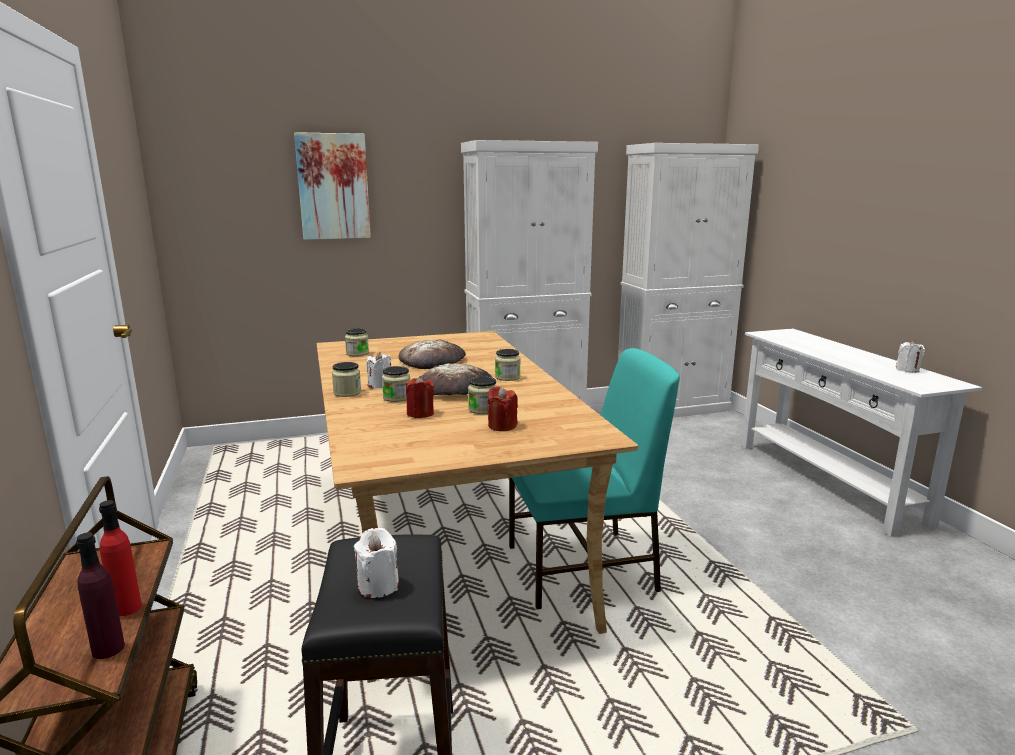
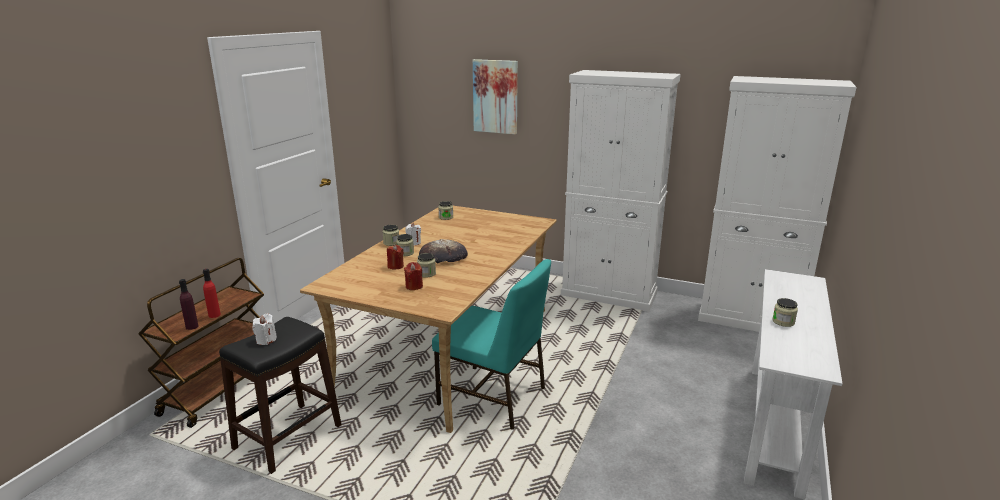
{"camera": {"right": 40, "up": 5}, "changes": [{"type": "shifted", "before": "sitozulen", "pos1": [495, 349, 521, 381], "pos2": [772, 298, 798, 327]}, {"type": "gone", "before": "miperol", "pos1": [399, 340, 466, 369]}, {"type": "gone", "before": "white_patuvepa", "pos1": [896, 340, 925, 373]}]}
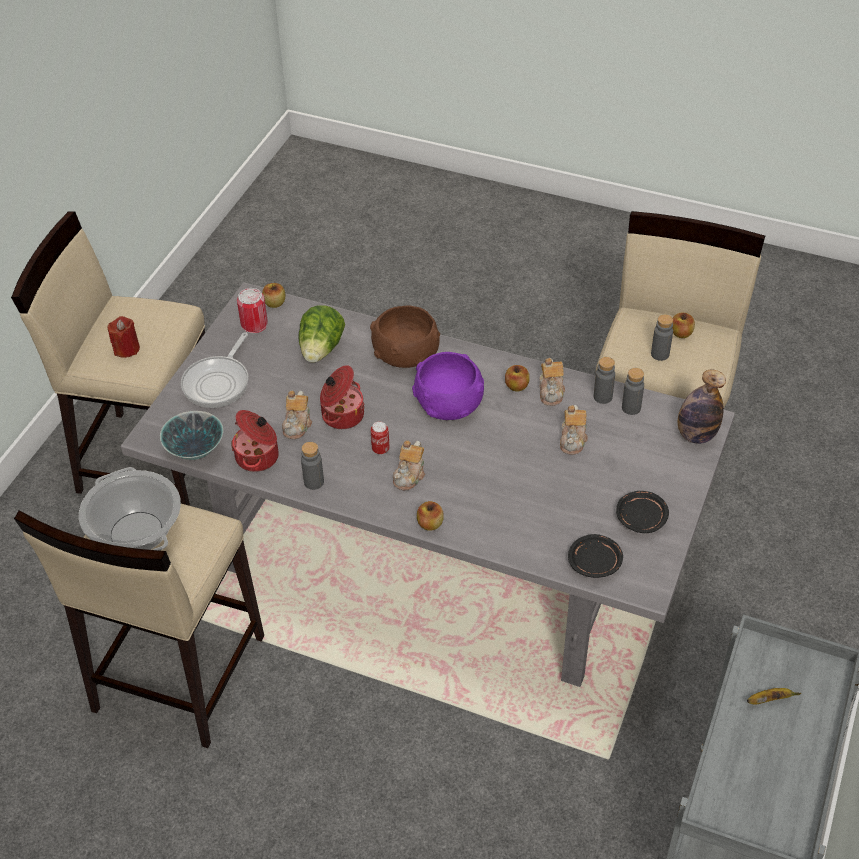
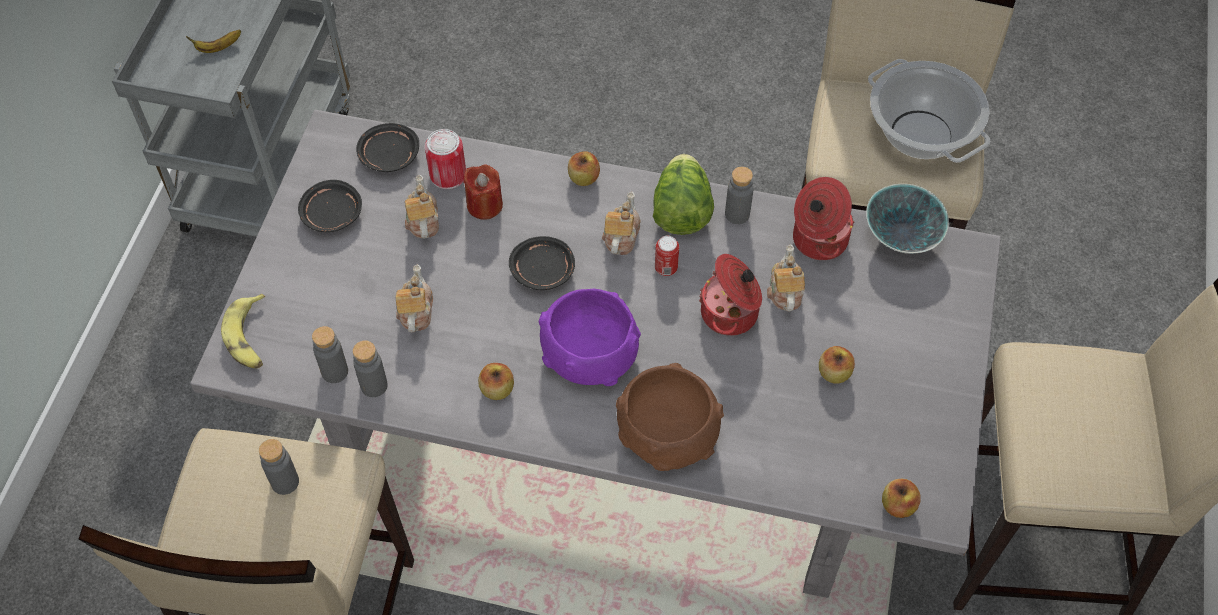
{"camera": {"right": 170, "up": 10}, "changes": [{"type": "swapped", "before": "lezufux", "after": "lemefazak", "pos1": [678, 370, 726, 444], "pos2": [221, 294, 265, 368]}, {"type": "shifted", "before": "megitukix", "pos1": [540, 358, 565, 406], "pos2": [405, 174, 439, 238]}, {"type": "shifted", "before": "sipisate", "pos1": [237, 288, 268, 333], "pos2": [425, 129, 466, 189]}, {"type": "shifted", "before": "red_patuvepa", "pos1": [108, 316, 140, 358], "pos2": [464, 165, 503, 220]}, {"type": "new", "after": "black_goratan", "pos2": [509, 236, 575, 290]}, {"type": "shifted", "before": "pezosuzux", "pos1": [298, 305, 345, 363], "pos2": [653, 154, 714, 235]}, {"type": "shifted", "before": "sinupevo", "pos1": [672, 313, 695, 338], "pos2": [819, 346, 855, 384]}, {"type": "gone", "before": "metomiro", "pos1": [181, 332, 249, 408]}]}
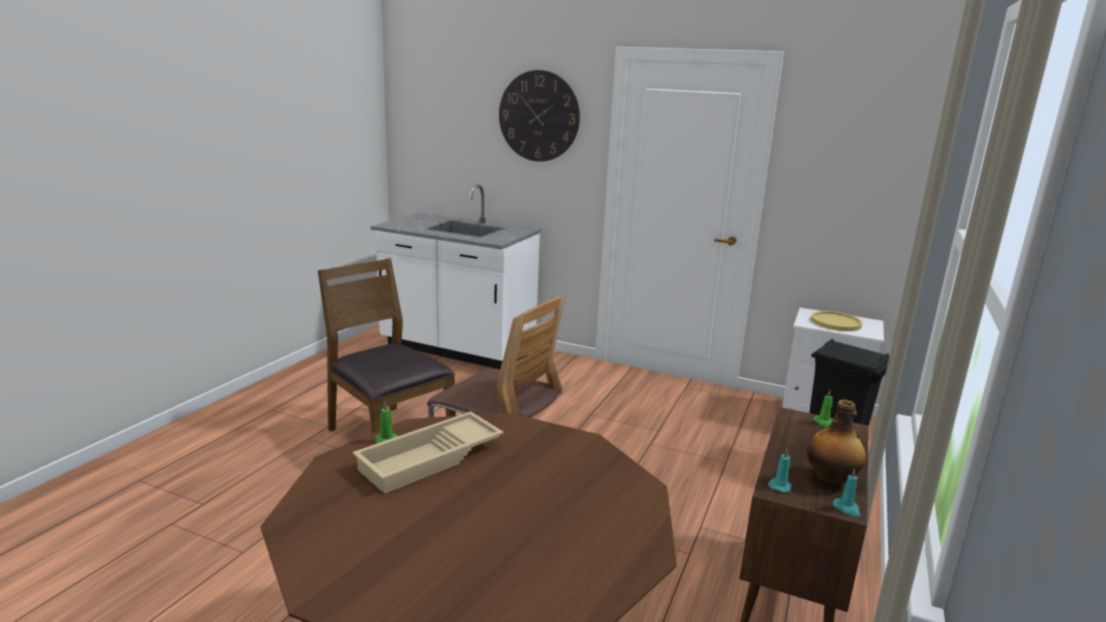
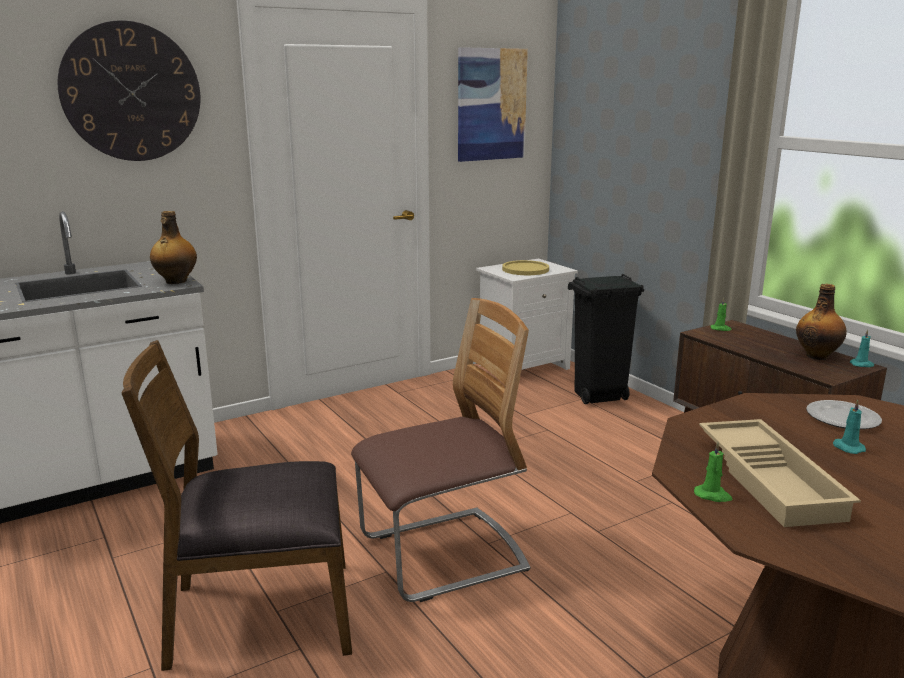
{"camera": {"right": -55, "up": 0}, "changes": [{"type": "new", "after": "lezufux", "pos2": [150, 211, 197, 284]}, {"type": "new", "after": "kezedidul", "pos2": [458, 47, 528, 162]}, {"type": "new", "after": "goratan", "pos2": [806, 400, 882, 429]}, {"type": "shifted", "before": "turquoise_patuvepa", "pos1": [768, 449, 792, 493], "pos2": [833, 400, 866, 454]}]}
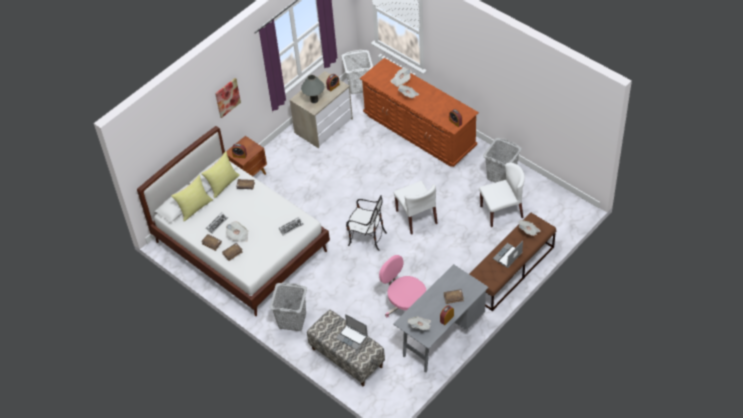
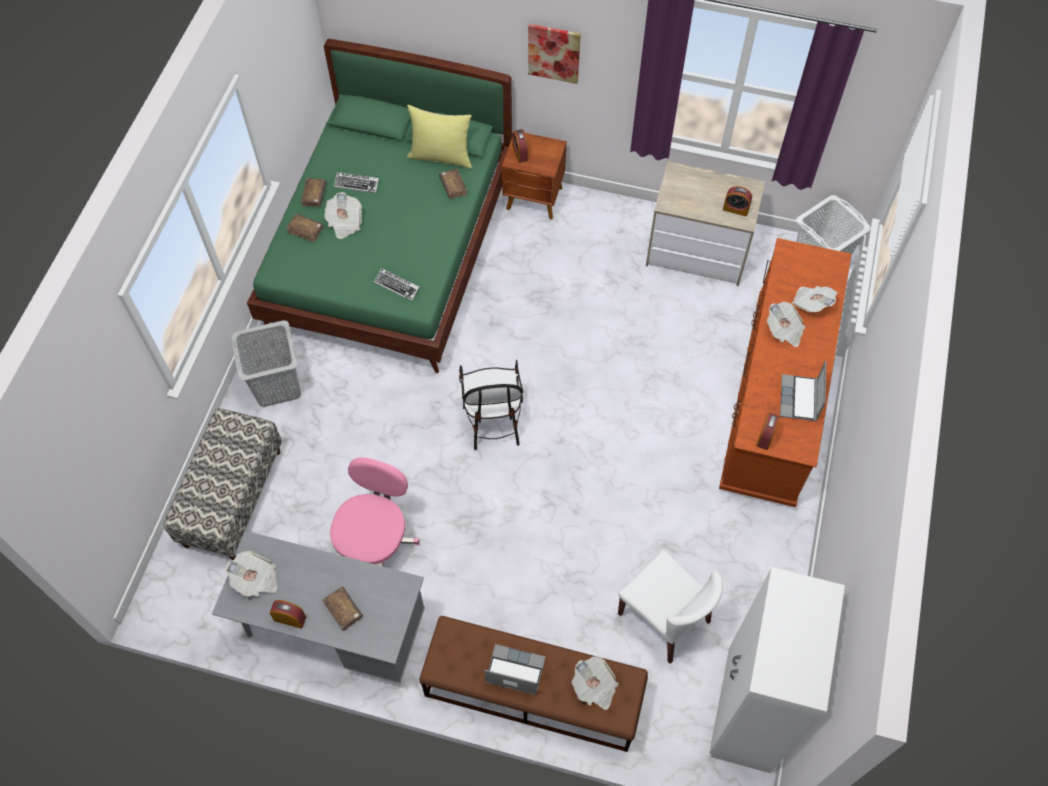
{"camera": {"right": 60, "up": 10}, "changes": [{"type": "repainted", "before": "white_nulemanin", "after": "green_nulemanin", "pos1": [137, 126, 330, 316], "pos2": [247, 39, 512, 373]}, {"type": "new", "after": "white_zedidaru", "pos2": [709, 567, 845, 773]}, {"type": "shifted", "before": "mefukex", "pos1": [336, 314, 368, 350], "pos2": [780, 360, 826, 421]}, {"type": "gone", "before": "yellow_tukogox", "pos1": [171, 175, 213, 221]}, {"type": "gone", "before": "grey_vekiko", "pos1": [301, 75, 325, 103]}, {"type": "gone", "before": "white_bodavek", "pos1": [394, 181, 438, 235]}, {"type": "gone", "before": "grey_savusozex", "pos1": [483, 138, 522, 183]}]}
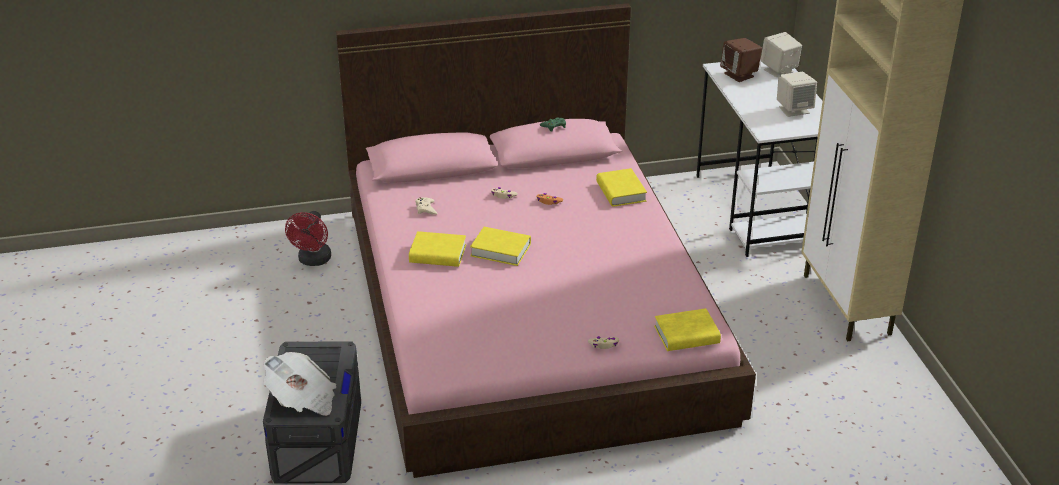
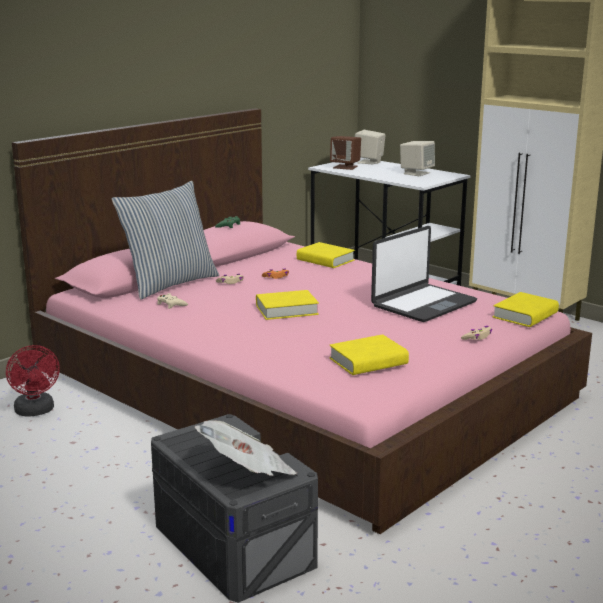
{"camera": {"right": -35, "up": -15}, "changes": [{"type": "new", "after": "tukogox", "pos2": [112, 181, 219, 300]}, {"type": "shifted", "before": "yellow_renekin", "pos1": [409, 231, 466, 267], "pos2": [329, 334, 409, 375]}, {"type": "new", "after": "mefukex", "pos2": [371, 226, 477, 322]}]}
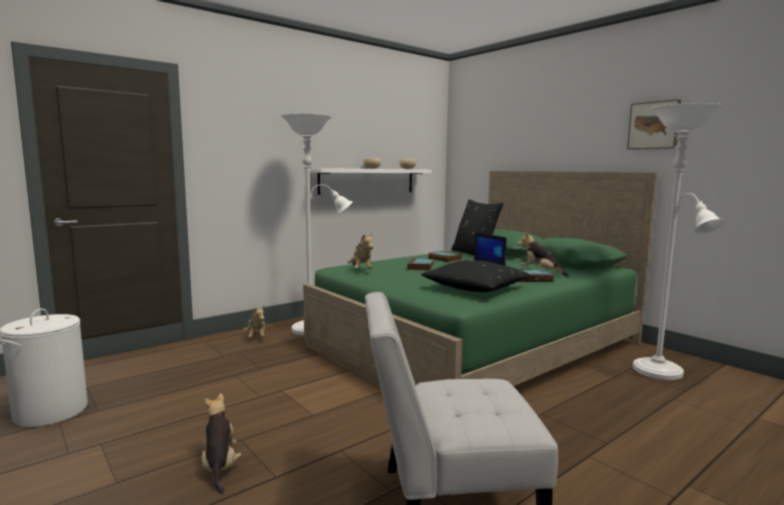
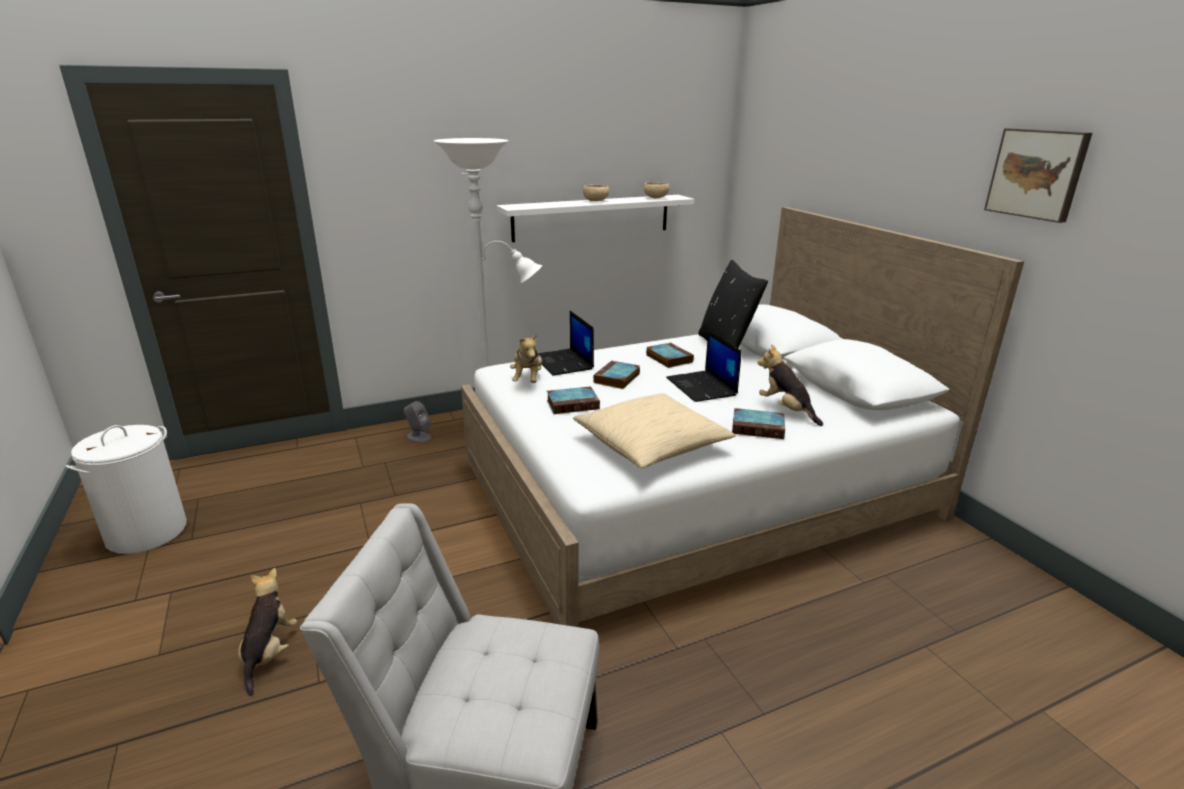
{"camera": {"right": 15, "up": 15}, "changes": [{"type": "swapped", "before": "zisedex", "after": "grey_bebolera", "pos1": [244, 305, 265, 337], "pos2": [404, 401, 432, 442]}, {"type": "repainted", "before": "green_nulemanin", "after": "white_nulemanin", "pos1": [303, 171, 658, 389], "pos2": [461, 207, 1024, 627]}, {"type": "new", "after": "mefukex", "pos2": [538, 311, 594, 375]}, {"type": "new", "after": "renekin", "pos2": [547, 386, 600, 414]}, {"type": "repainted", "before": "black_tukogox", "after": "beige_tukogox", "pos1": [421, 260, 531, 292], "pos2": [573, 393, 736, 468]}, {"type": "gone", "before": "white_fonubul", "pos1": [633, 103, 725, 380]}]}
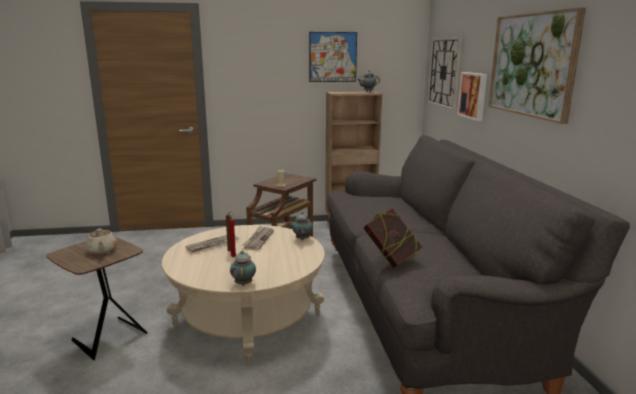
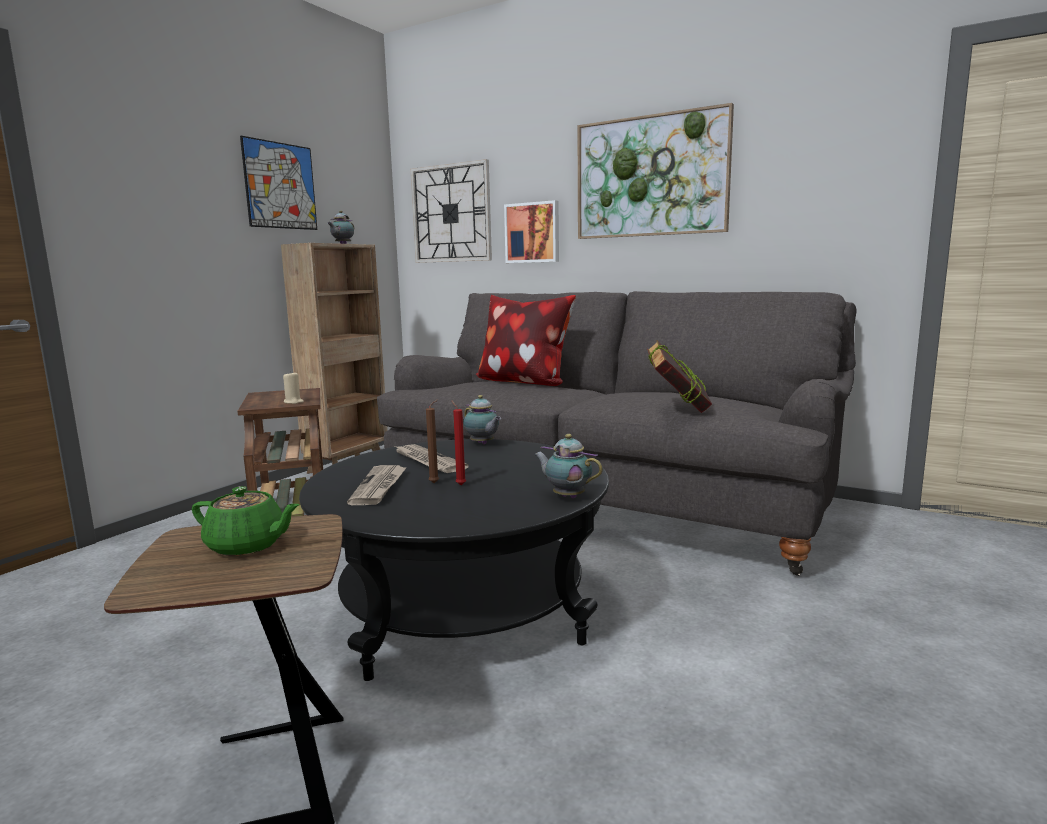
{"camera": {"right": -50, "up": -5}, "changes": [{"type": "repainted", "before": "beige_megitukix", "after": "green_megitukix", "pos1": [85, 229, 117, 254], "pos2": [192, 486, 299, 556]}, {"type": "repainted", "before": "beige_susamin", "after": "black_susamin", "pos1": [162, 225, 325, 364], "pos2": [299, 439, 609, 681]}, {"type": "new", "after": "tukogox", "pos2": [476, 295, 576, 386]}]}
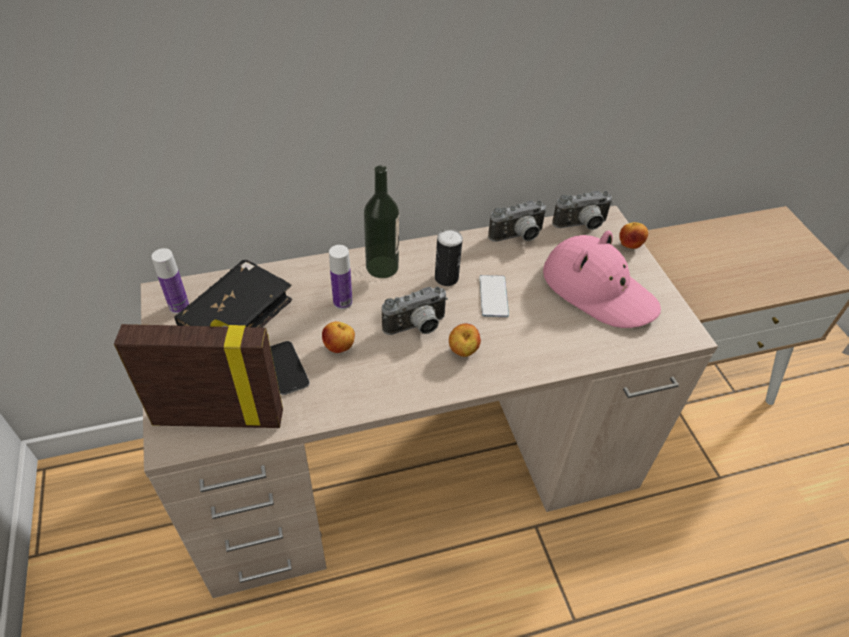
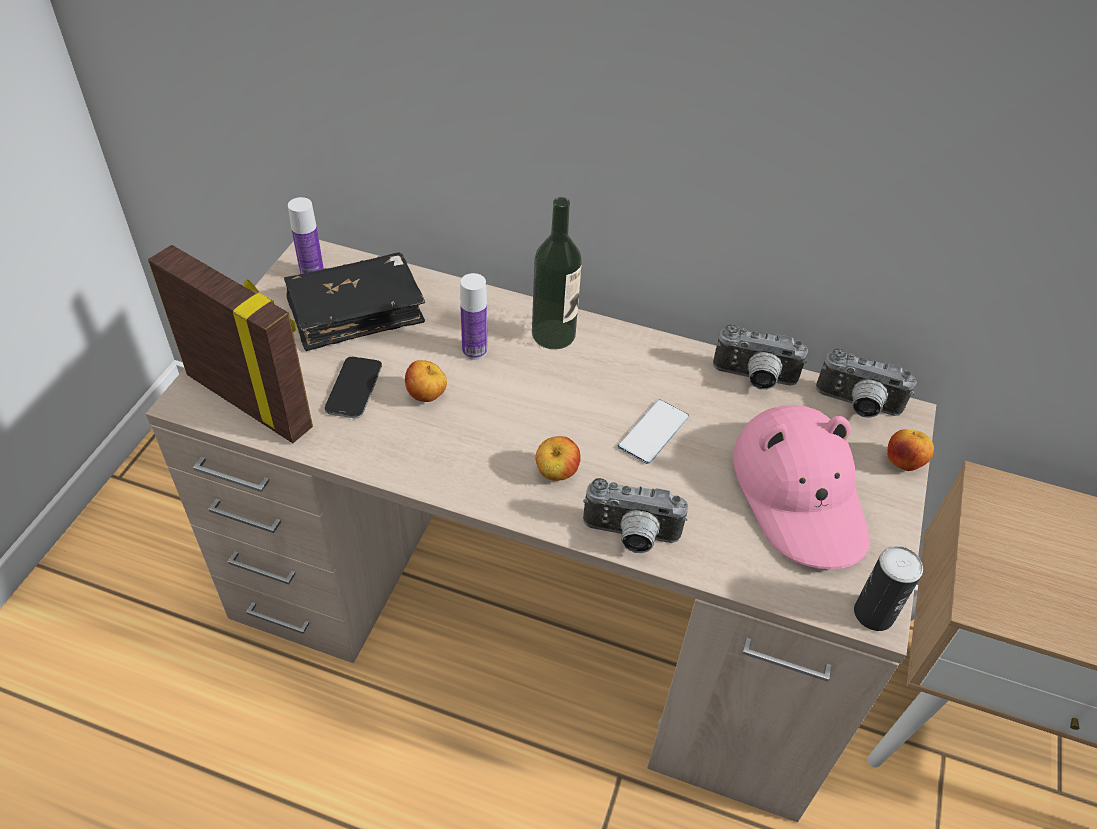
{"camera": {"right": 35, "up": 0}, "changes": [{"type": "shifted", "before": "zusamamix", "pos1": [382, 286, 448, 335], "pos2": [583, 478, 688, 553]}, {"type": "shifted", "before": "sipisate", "pos1": [435, 229, 463, 286], "pos2": [854, 546, 923, 631]}]}
